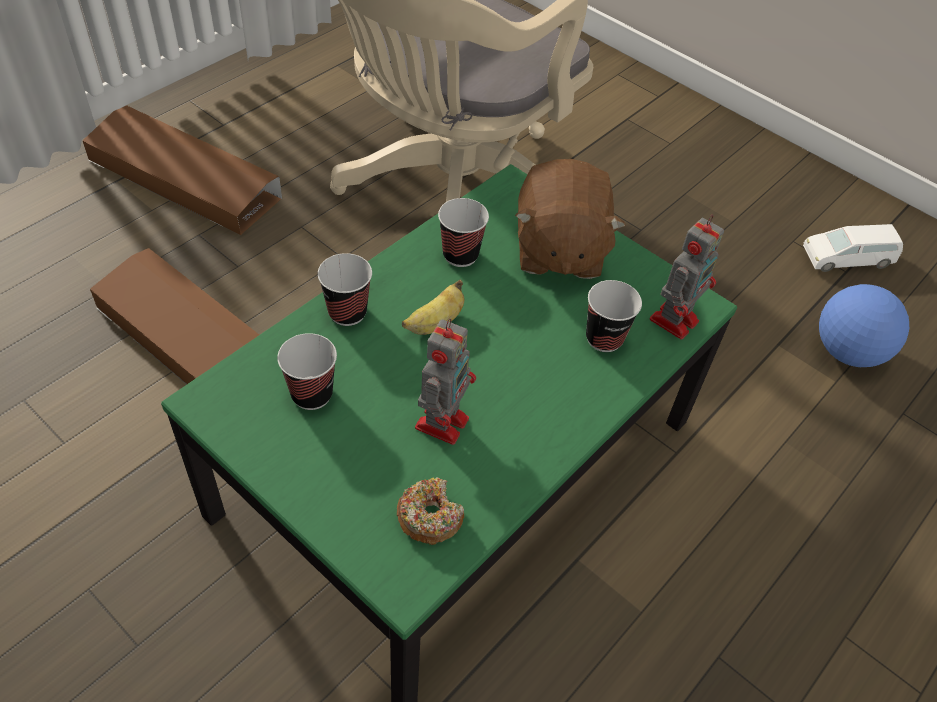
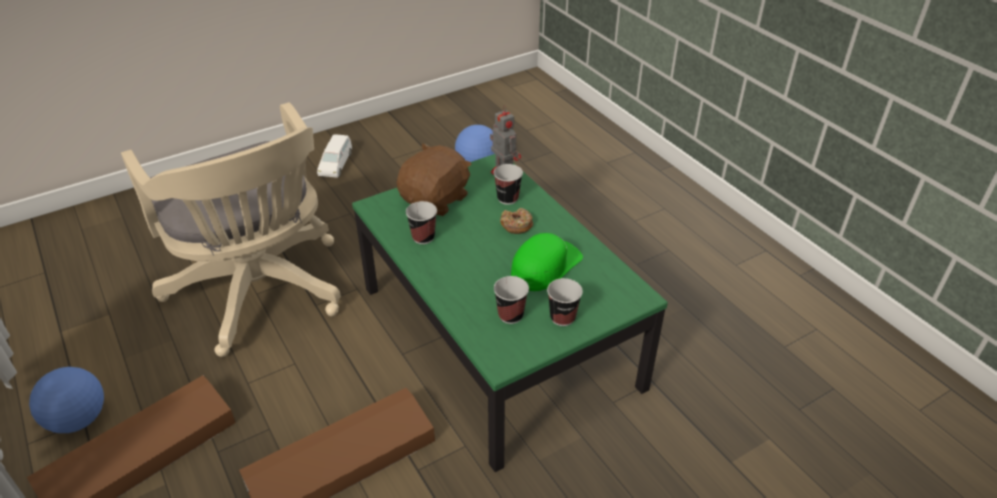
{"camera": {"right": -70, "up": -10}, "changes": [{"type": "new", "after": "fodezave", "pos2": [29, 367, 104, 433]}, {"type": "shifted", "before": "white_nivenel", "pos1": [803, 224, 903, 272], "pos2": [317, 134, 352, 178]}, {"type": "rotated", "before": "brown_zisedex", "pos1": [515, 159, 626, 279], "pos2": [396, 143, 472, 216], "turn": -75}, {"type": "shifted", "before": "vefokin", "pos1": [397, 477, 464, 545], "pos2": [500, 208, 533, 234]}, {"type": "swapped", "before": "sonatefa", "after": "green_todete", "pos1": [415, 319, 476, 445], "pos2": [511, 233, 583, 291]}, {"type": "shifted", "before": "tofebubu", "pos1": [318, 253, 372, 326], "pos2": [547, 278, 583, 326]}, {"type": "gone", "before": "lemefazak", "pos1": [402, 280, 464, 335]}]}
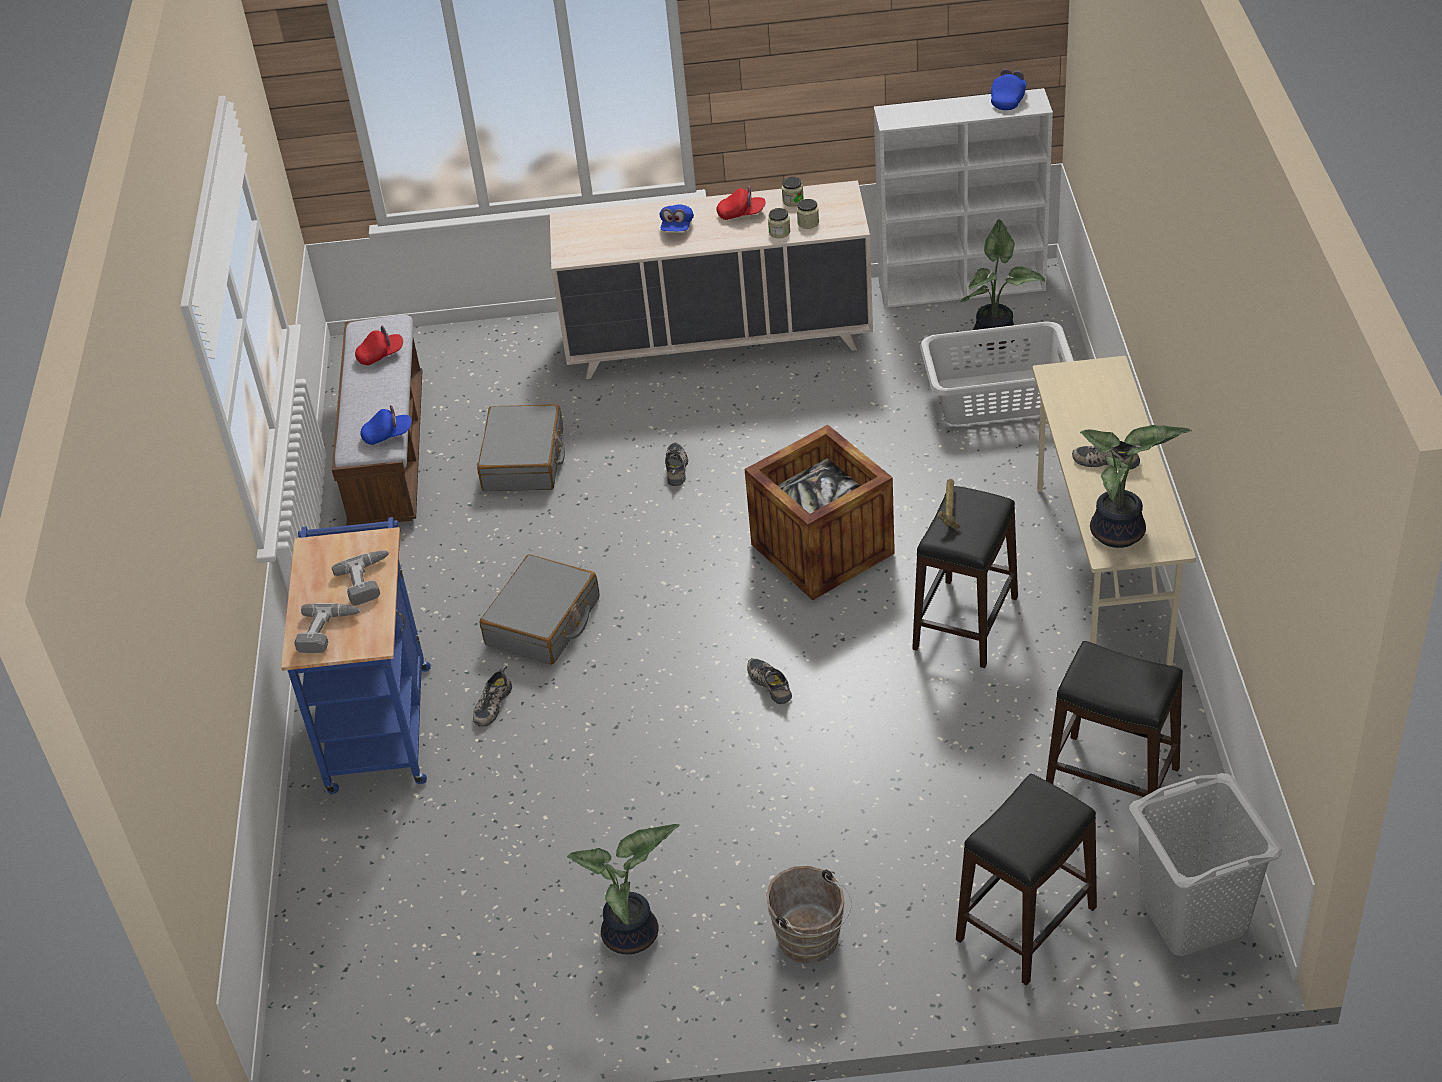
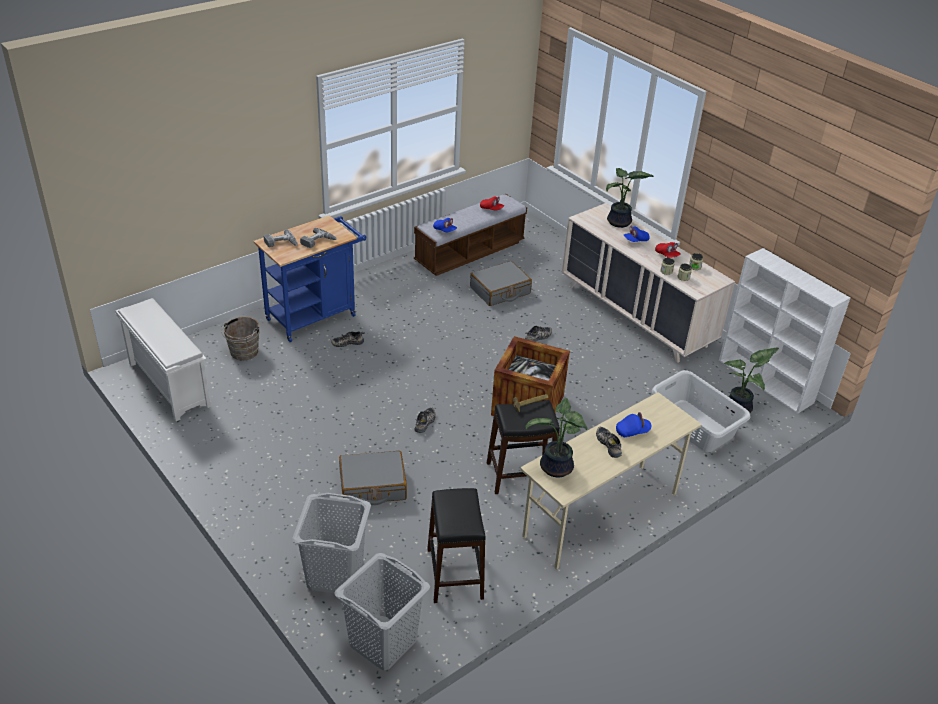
{"camera": {"right": 50, "up": -5}, "changes": [{"type": "new", "after": "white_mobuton", "pos2": [116, 298, 211, 421]}, {"type": "shifted", "before": "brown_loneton", "pos1": [766, 866, 852, 964], "pos2": [221, 316, 260, 361]}, {"type": "swapped", "before": "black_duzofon", "after": "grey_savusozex", "pos1": [956, 774, 1097, 986], "pos2": [292, 493, 371, 593]}, {"type": "shifted", "before": "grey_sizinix", "pos1": [480, 554, 600, 665], "pos2": [339, 451, 407, 505]}, {"type": "shifted", "before": "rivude", "pos1": [567, 824, 680, 954], "pos2": [606, 168, 654, 228]}, {"type": "shifted", "before": "blue_todete", "pos1": [991, 69, 1027, 110], "pos2": [616, 412, 651, 437]}]}
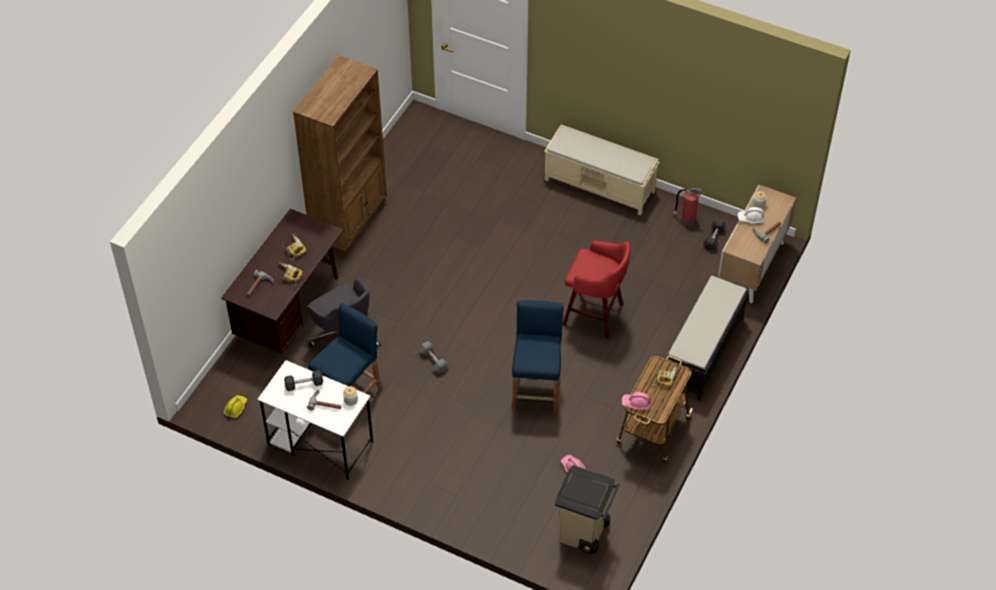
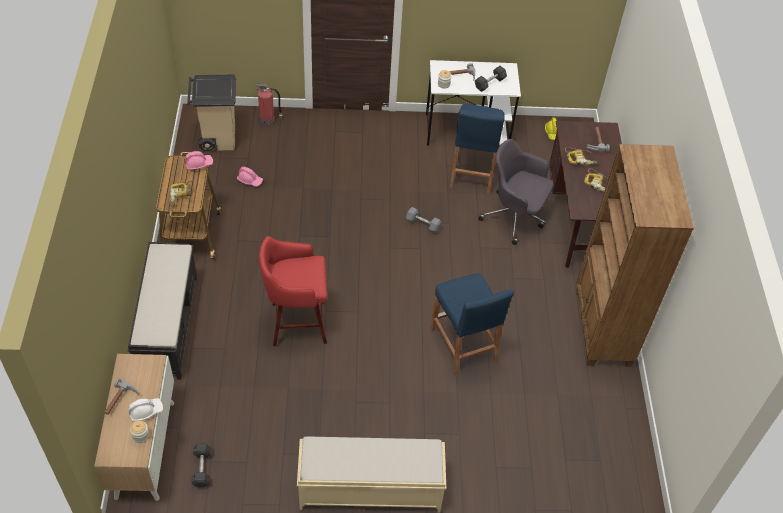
{"camera": {"right": 150, "up": 0}, "changes": [{"type": "shifted", "before": "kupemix", "pos1": [674, 188, 702, 226], "pos2": [255, 83, 282, 125]}, {"type": "shifted", "before": "blue_duzofon", "pos1": [512, 300, 563, 414], "pos2": [431, 273, 514, 376]}]}
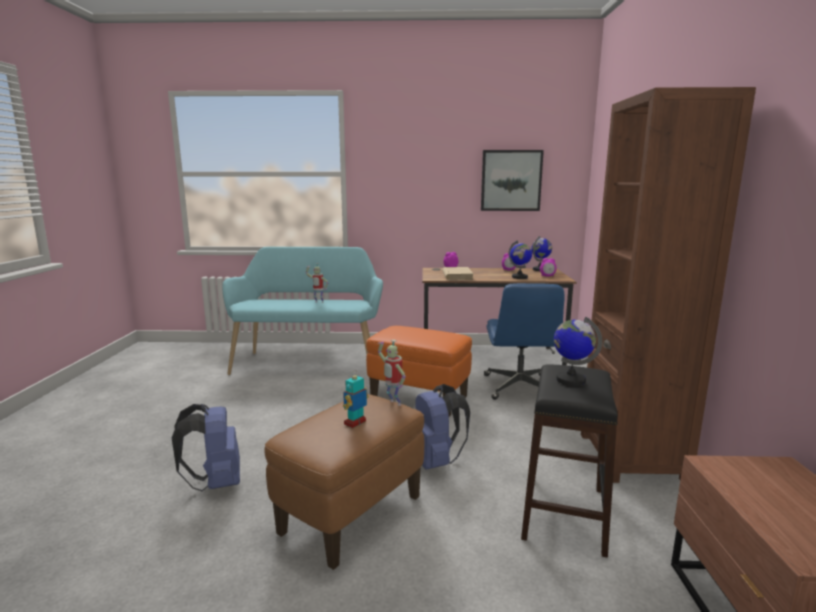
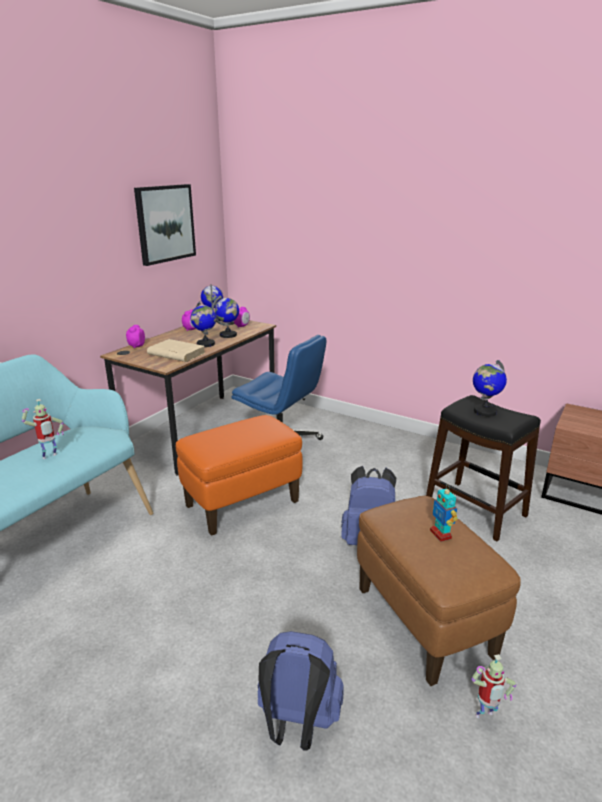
{"camera": {"right": -60, "up": 10}, "changes": [{"type": "new", "after": "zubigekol", "pos2": [191, 301, 216, 347]}, {"type": "shifted", "before": "sonatefa", "pos1": [378, 340, 406, 406], "pos2": [471, 654, 516, 718]}, {"type": "gone", "before": "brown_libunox", "pos1": [581, 87, 756, 483]}]}
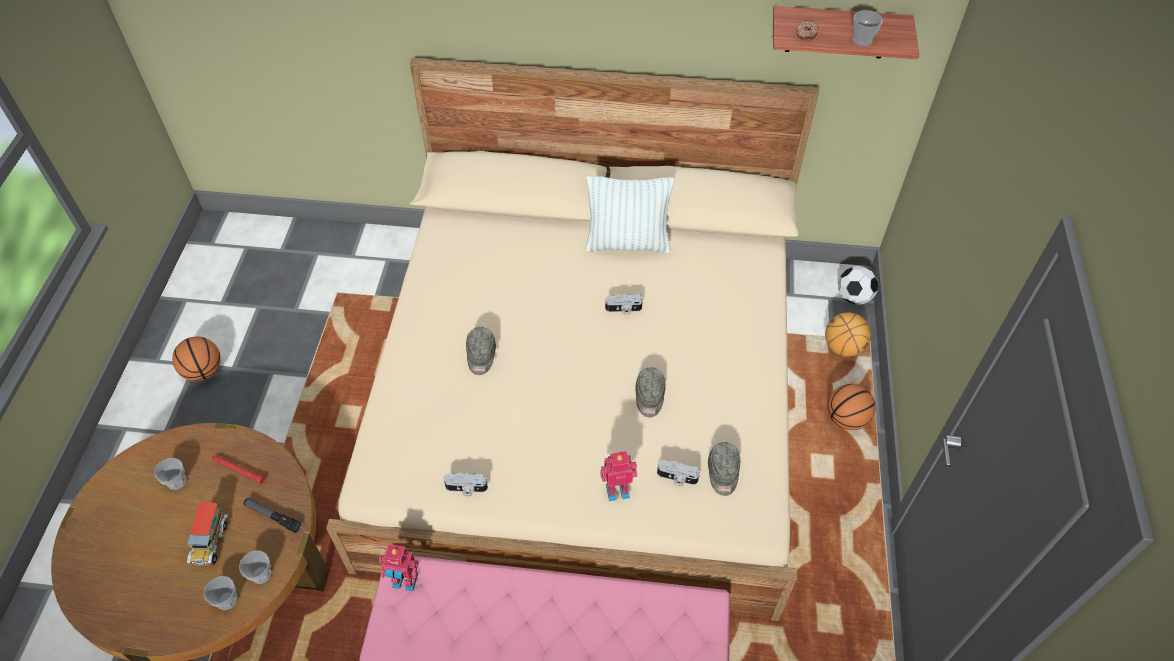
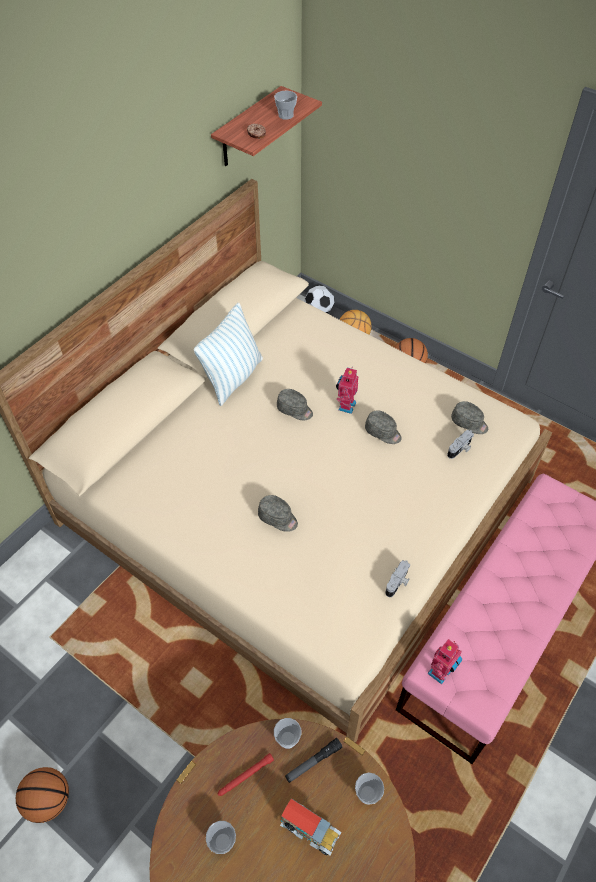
{"camera": {"right": -60, "up": 0}, "changes": [{"type": "shifted", "before": "tofebubu", "pos1": [204, 576, 237, 610], "pos2": [274, 718, 301, 749]}, {"type": "swapped", "before": "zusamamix", "after": "grey_todete", "pos1": [605, 294, 643, 315], "pos2": [277, 389, 313, 420]}, {"type": "shifted", "before": "sonatefa", "pos1": [600, 451, 637, 501], "pos2": [336, 367, 359, 414]}]}
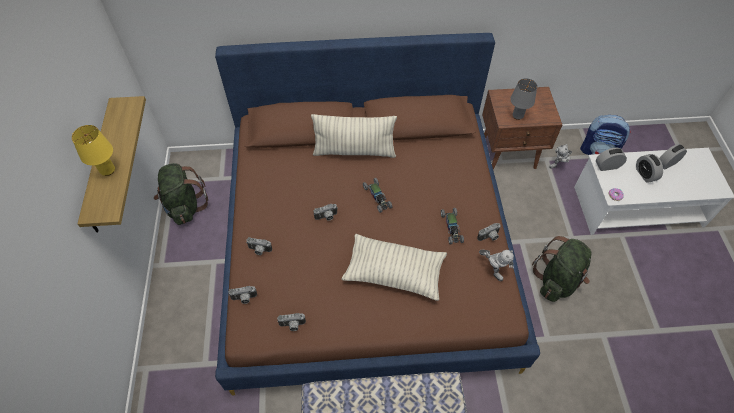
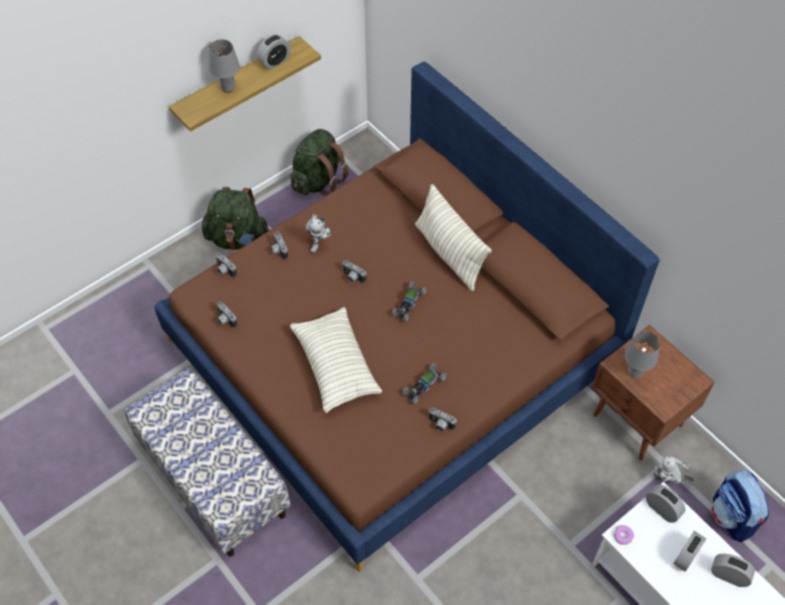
{"camera": {"right": 55, "up": 0}, "changes": [{"type": "shifted", "before": "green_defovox", "pos1": [532, 236, 591, 302], "pos2": [202, 187, 270, 250]}, {"type": "repainted", "before": "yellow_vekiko", "after": "grey_vekiko", "pos1": [72, 125, 115, 176], "pos2": [209, 40, 240, 93]}, {"type": "new", "after": "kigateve", "pos2": [257, 35, 291, 70]}, {"type": "shifted", "before": "sonatefa", "pos1": [479, 249, 514, 281], "pos2": [306, 214, 331, 254]}]}
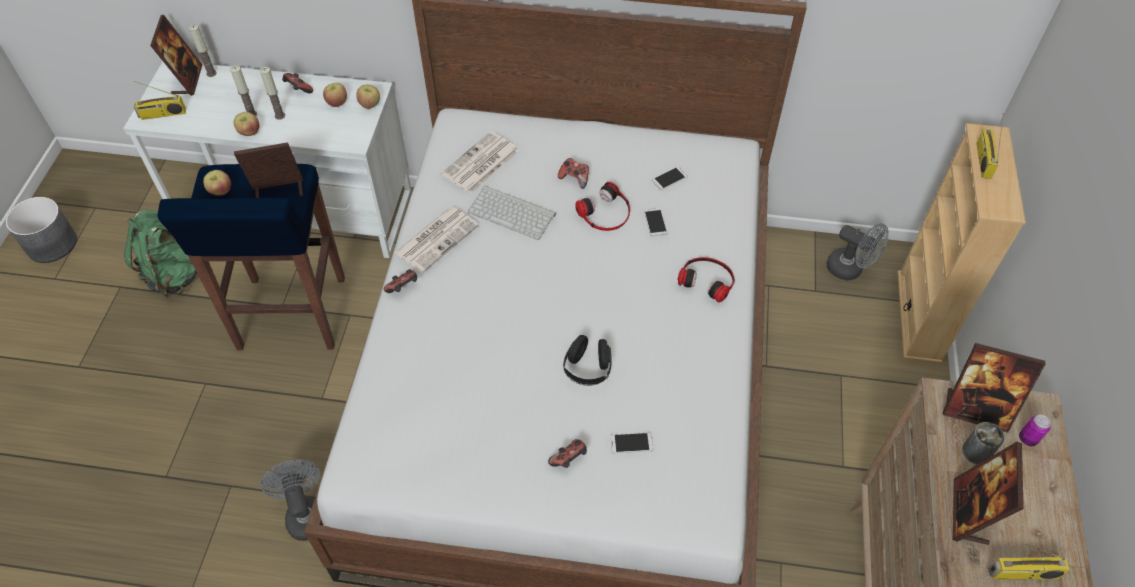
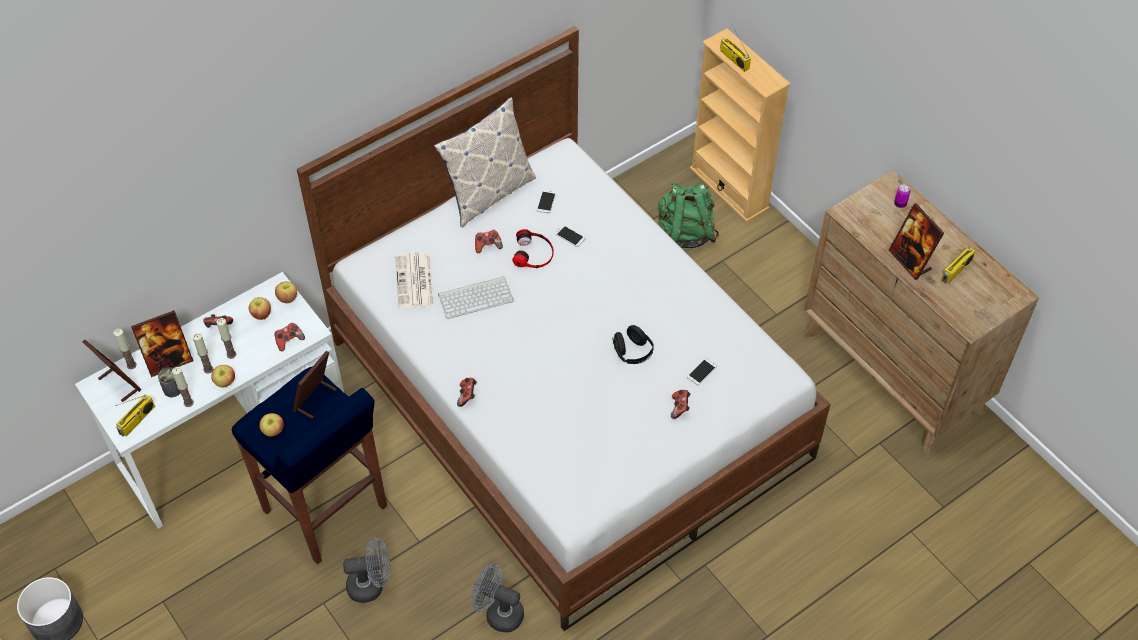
{"camera": {"right": -45, "up": 0}, "changes": [{"type": "shifted", "before": "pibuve", "pos1": [943, 343, 1046, 433], "pos2": [131, 310, 193, 377]}, {"type": "shifted", "before": "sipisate", "pos1": [962, 422, 1004, 464], "pos2": [158, 367, 181, 397]}, {"type": "new", "after": "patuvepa", "pos2": [172, 367, 194, 407]}, {"type": "new", "after": "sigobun", "pos2": [274, 323, 305, 351]}, {"type": "shifted", "before": "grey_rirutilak", "pos1": [827, 223, 889, 280], "pos2": [343, 538, 390, 603]}, {"type": "new", "after": "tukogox", "pos2": [434, 97, 536, 227]}, {"type": "shifted", "before": "green_defovox", "pos1": [124, 210, 197, 298], "pos2": [658, 183, 719, 248]}, {"type": "gone", "before": "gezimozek", "pos1": [394, 206, 479, 273]}, {"type": "gone", "before": "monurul", "pos1": [677, 257, 735, 302]}]}
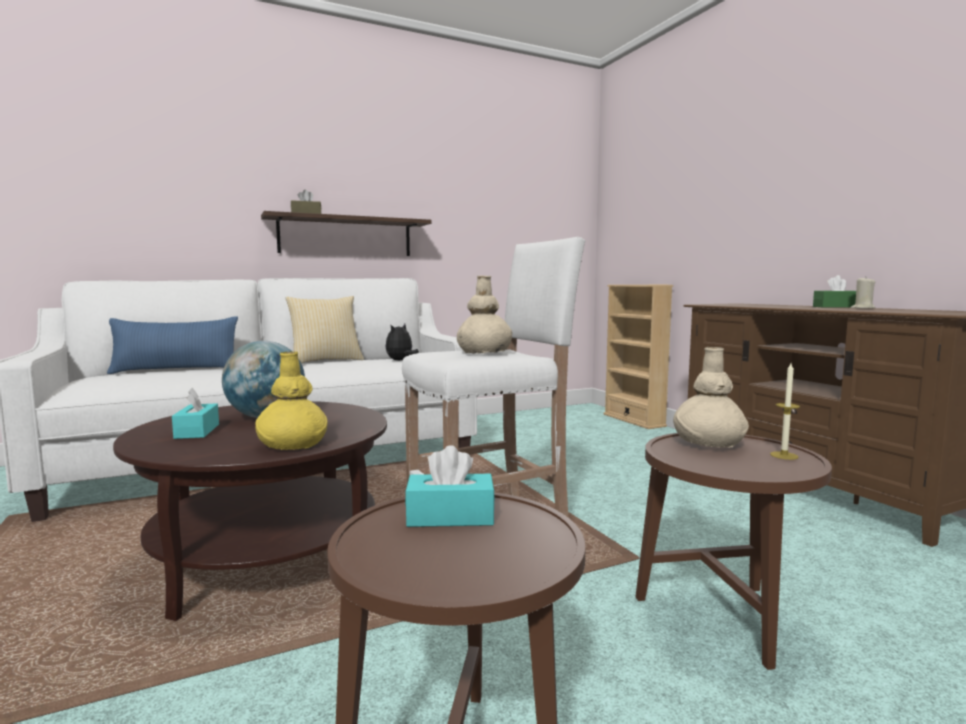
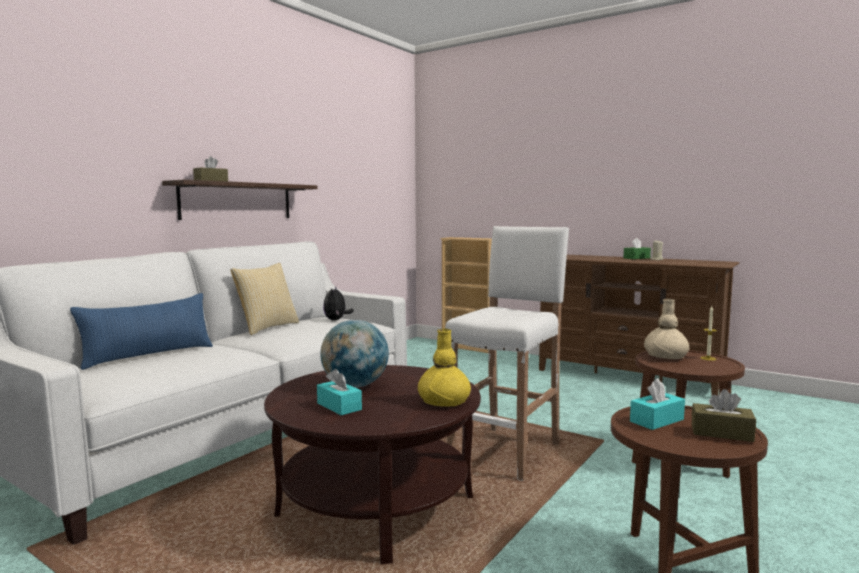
{"camera": {"right": -30, "up": 0}, "changes": [{"type": "new", "after": "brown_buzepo", "pos2": [691, 389, 756, 442]}, {"type": "gone", "before": "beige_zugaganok", "pos1": [457, 275, 512, 354]}]}
